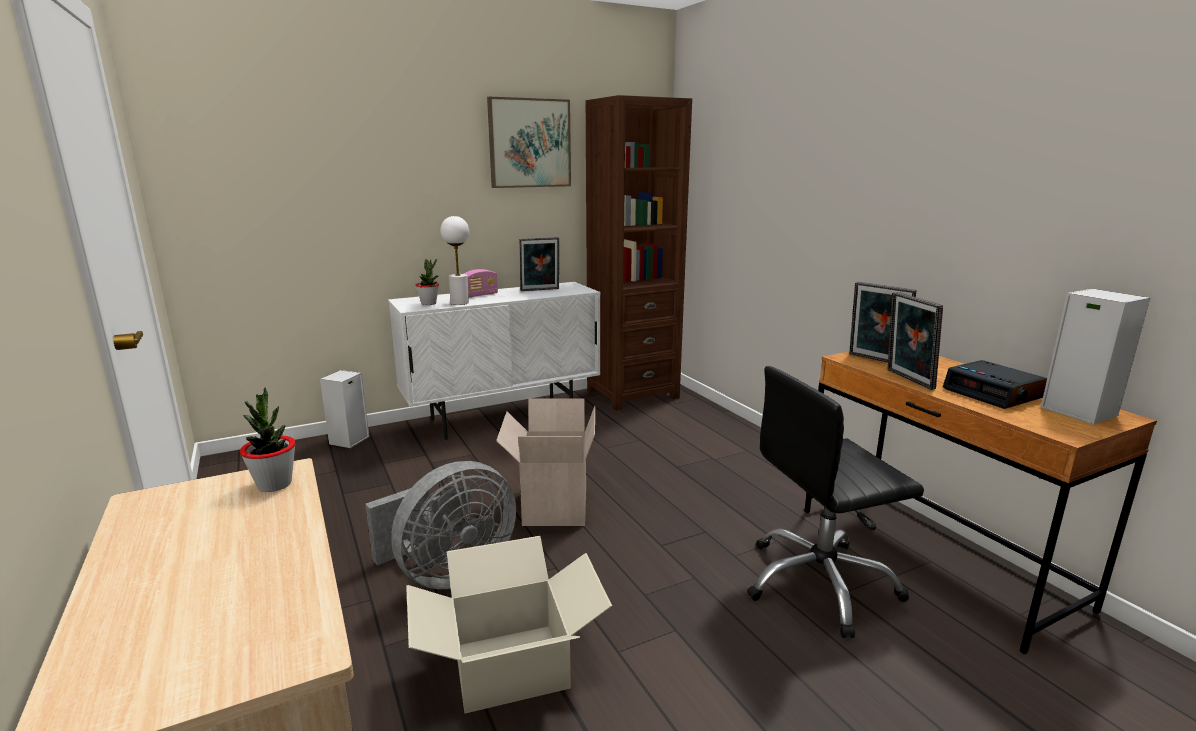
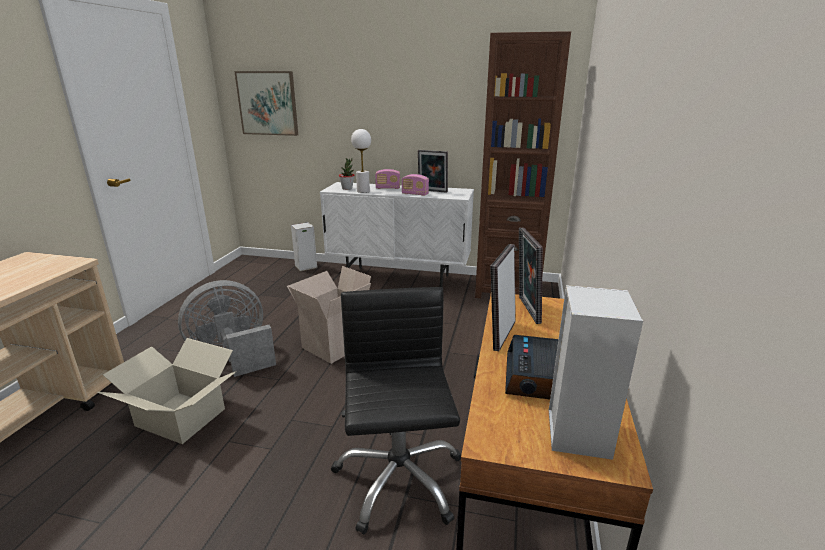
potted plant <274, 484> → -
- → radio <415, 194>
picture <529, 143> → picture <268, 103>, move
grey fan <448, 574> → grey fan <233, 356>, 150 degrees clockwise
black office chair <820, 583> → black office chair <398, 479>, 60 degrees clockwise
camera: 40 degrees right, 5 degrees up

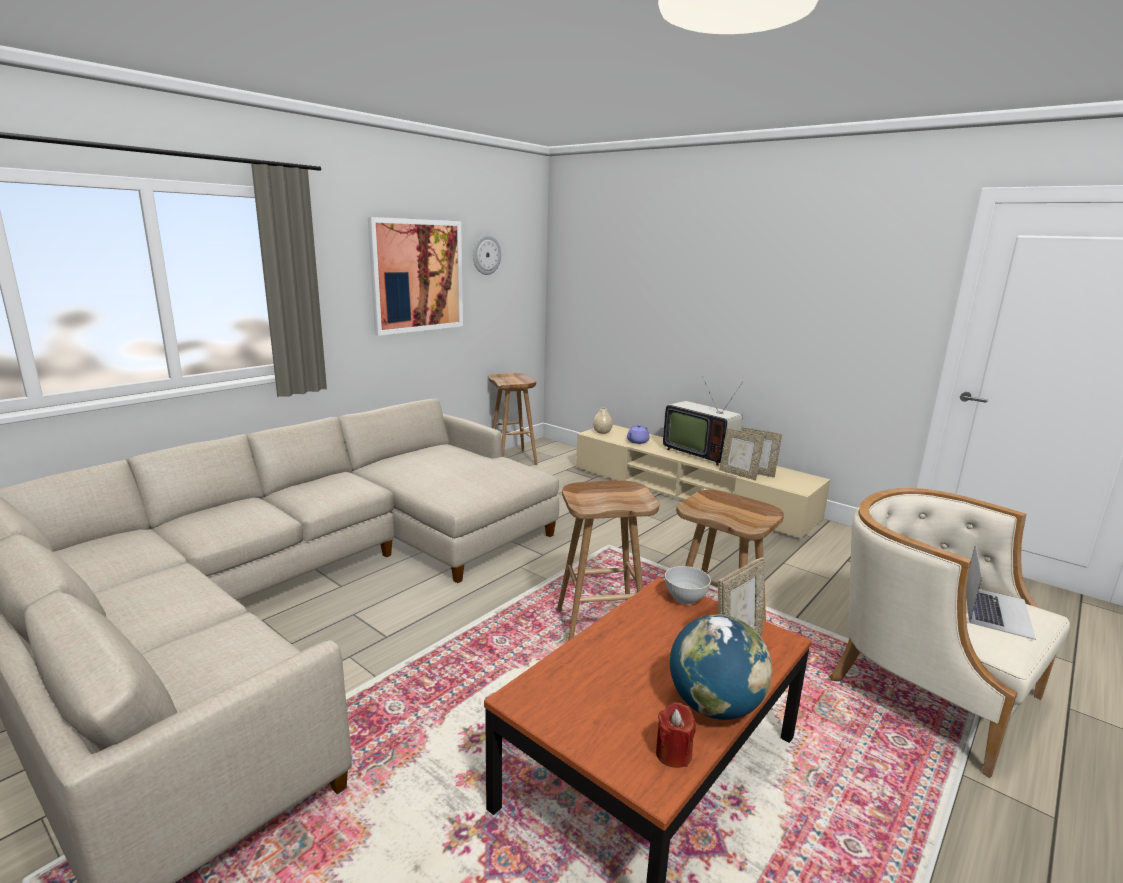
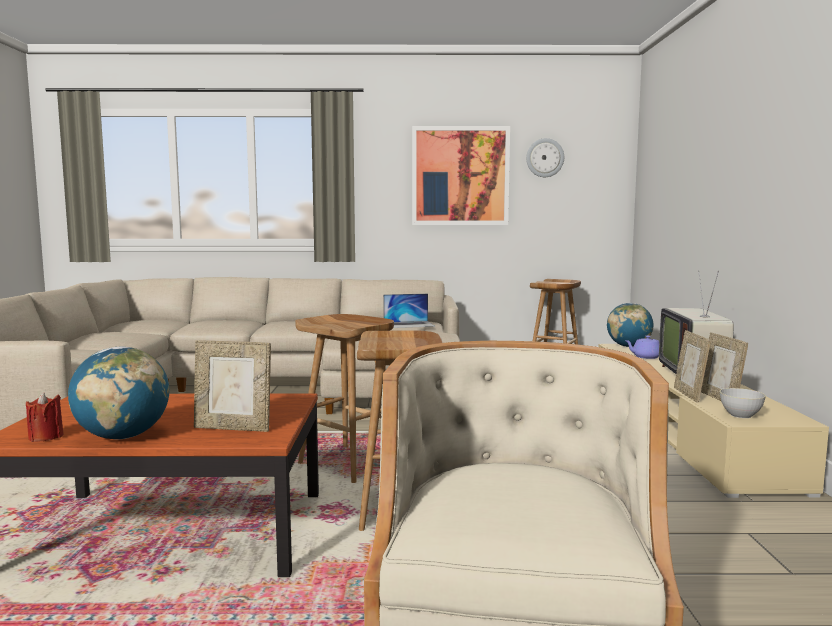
grey bowl <685, 599> → grey bowl <740, 415>, move
laptop <997, 610> → laptop <409, 324>, move
beige vase <602, 432> → globe <628, 346>
camera: 50 degrees right, 10 degrees down

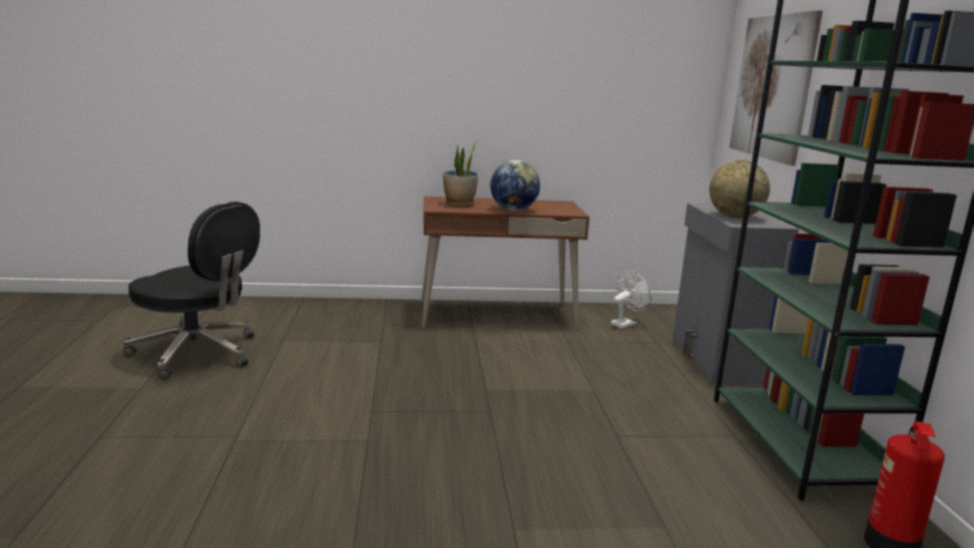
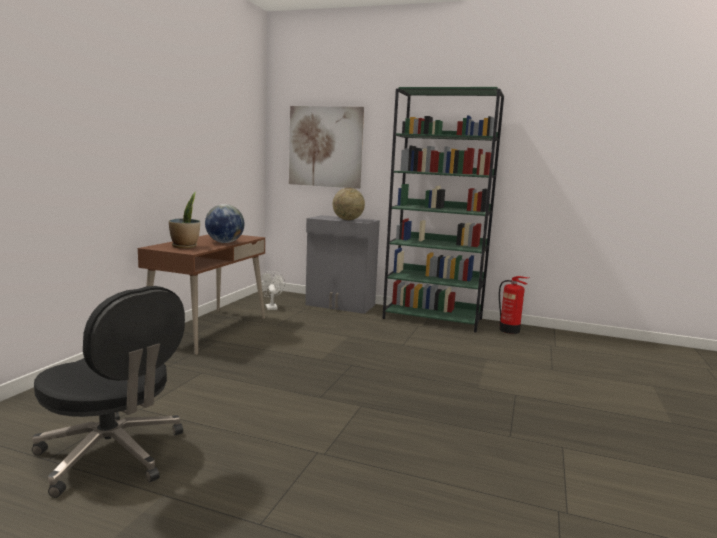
black office chair <198, 353> → black office chair <113, 455>, 75 degrees clockwise
camera: 65 degrees left, 5 degrees down

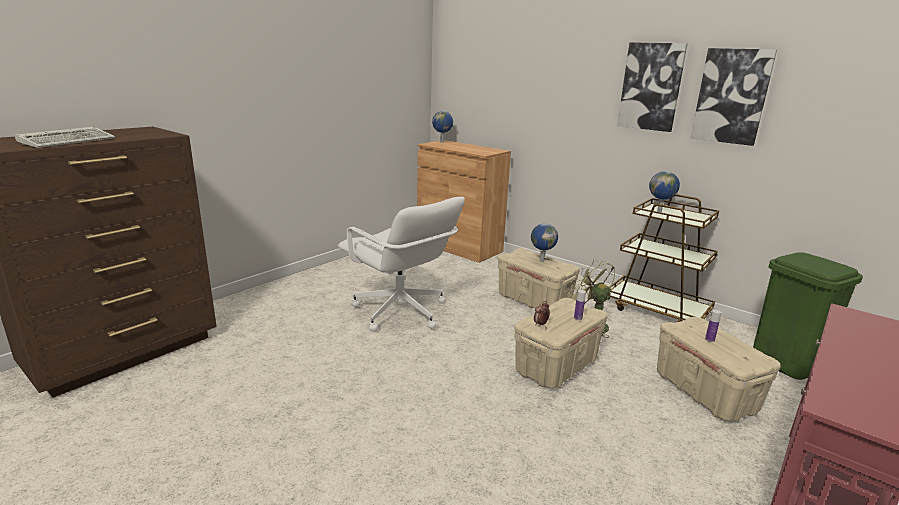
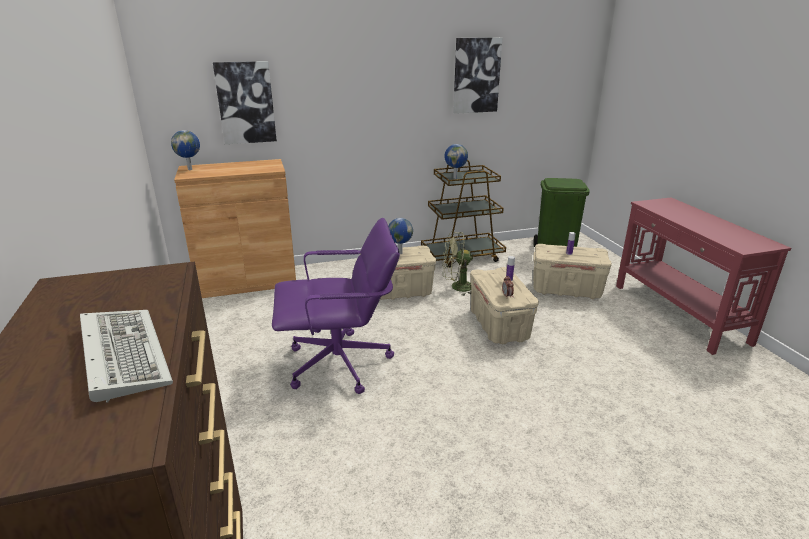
picture <651, 87> → picture <246, 103>, move
white office chair <400, 312> → purple office chair <340, 364>
camera: 55 degrees left, 5 degrees up

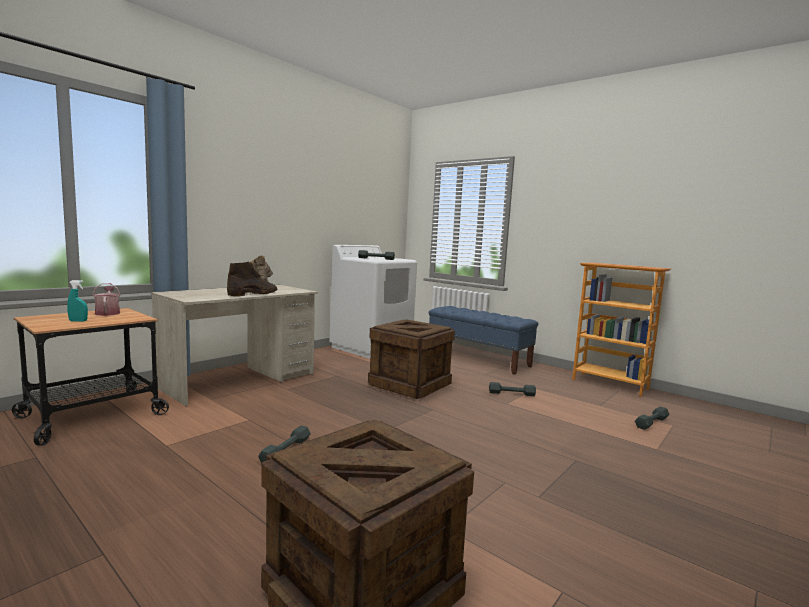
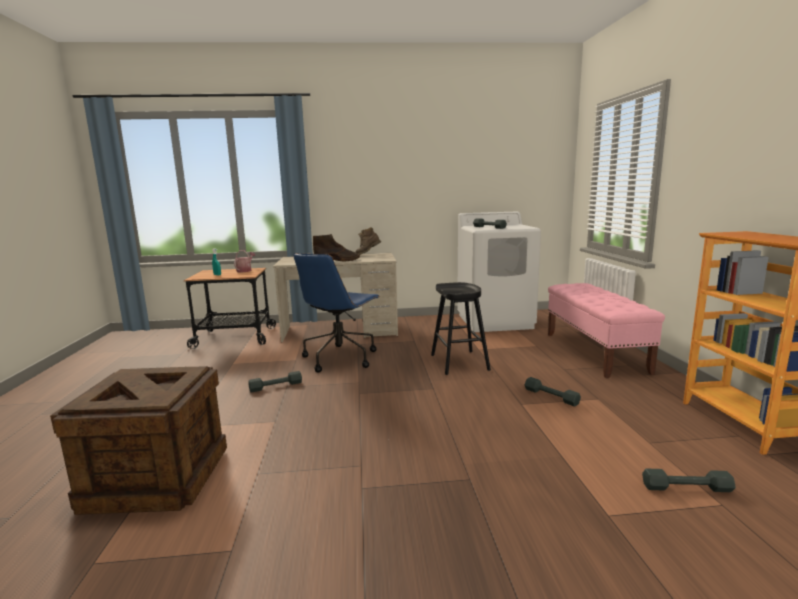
- → blue office chair <340, 358>
crate <410, 385> → black stool <459, 362>
blue bench <478, 359> → pink bench <595, 352>
camera: 45 degrees right, 5 degrees up

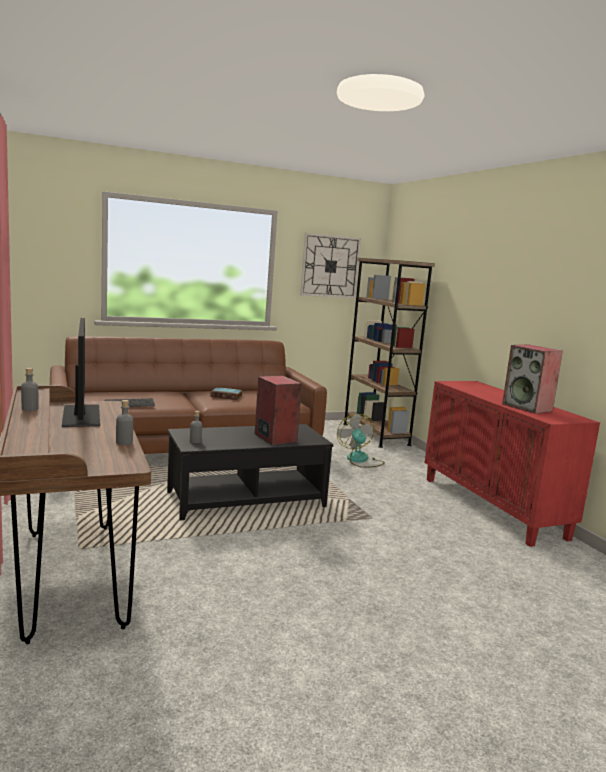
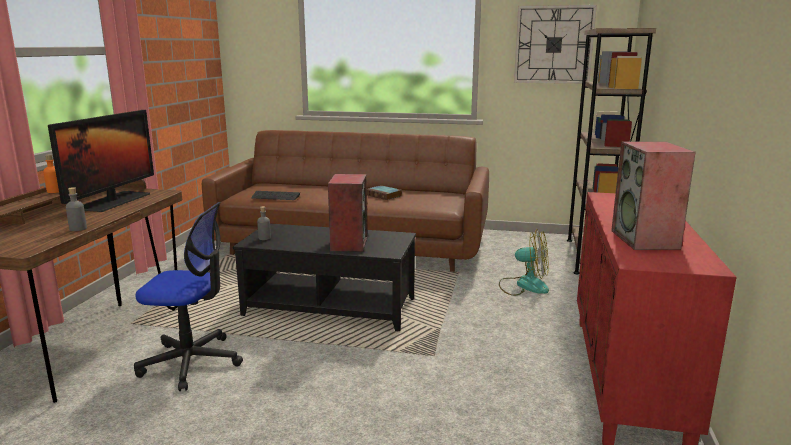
- → office chair <191, 362>
grey bottle <30, 409> → orange bottle <54, 191>
fan <360, 460> → fan <524, 285>, 90 degrees clockwise
camera: 35 degrees right, 5 degrees up

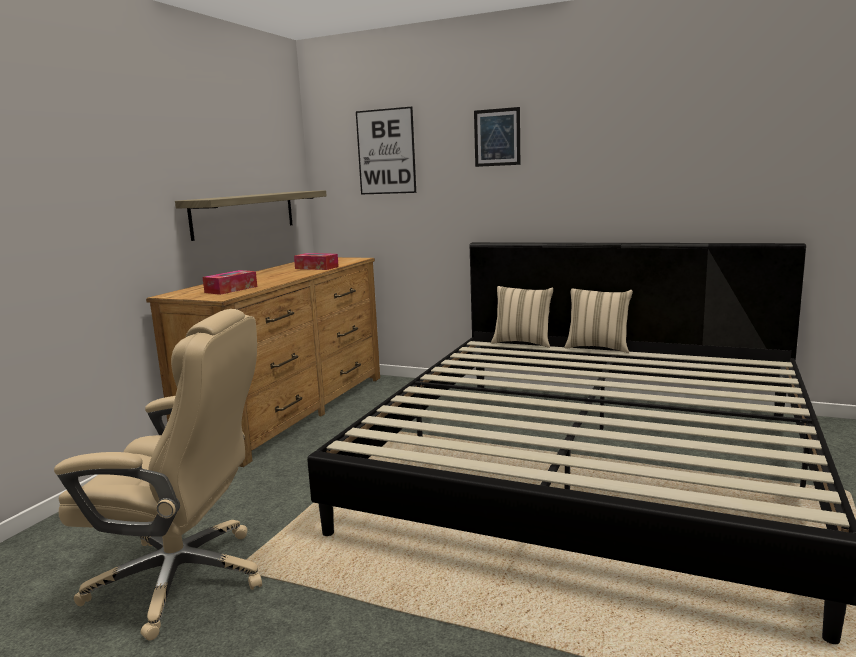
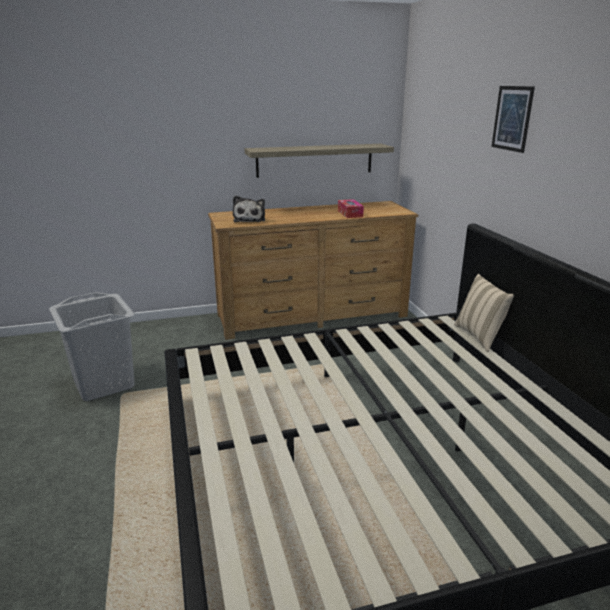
picture <386, 152> → -
beige pillow <598, 347> → -
beige office chair <184, 579> → grey laundry basket <104, 384>
tissue box <231, 289> → plush toy <250, 219>
camera: 50 degrees right, 10 degrees up

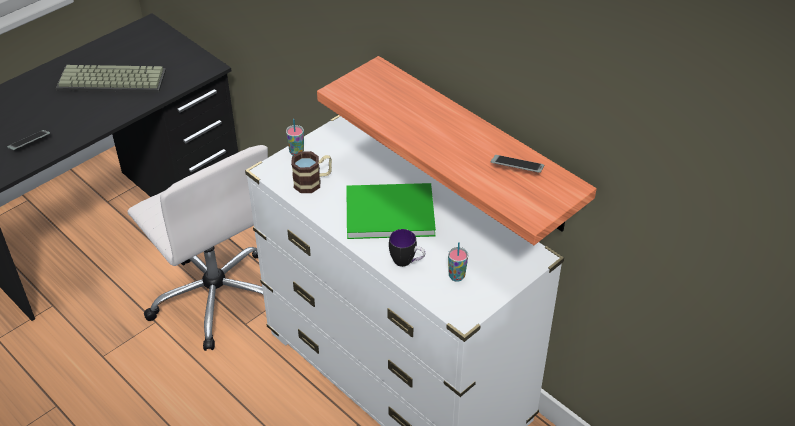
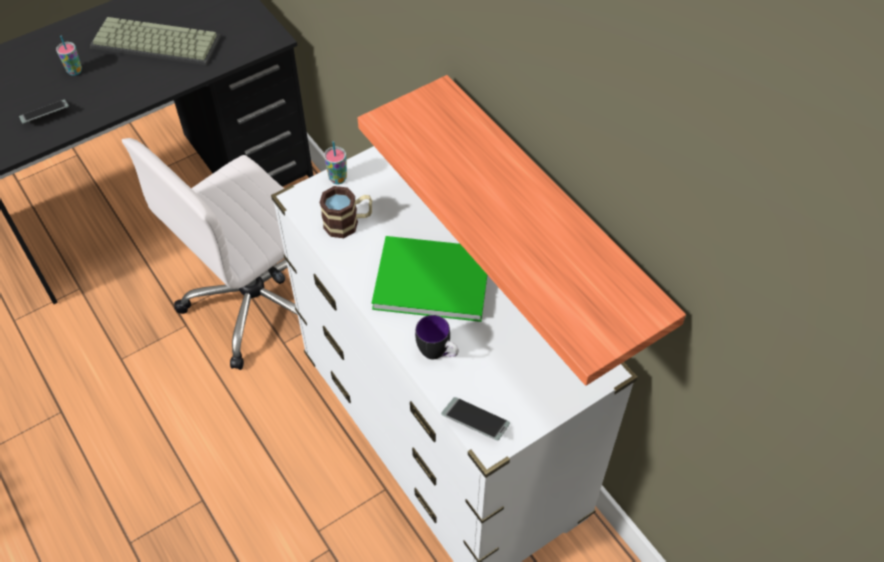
cup <456, 276> → cup <74, 71>, move
phone <517, 168> → phone <475, 422>, move
white office chair <216, 296> → white office chair <258, 303>, 75 degrees clockwise
camera: 10 degrees right, 10 degrees up

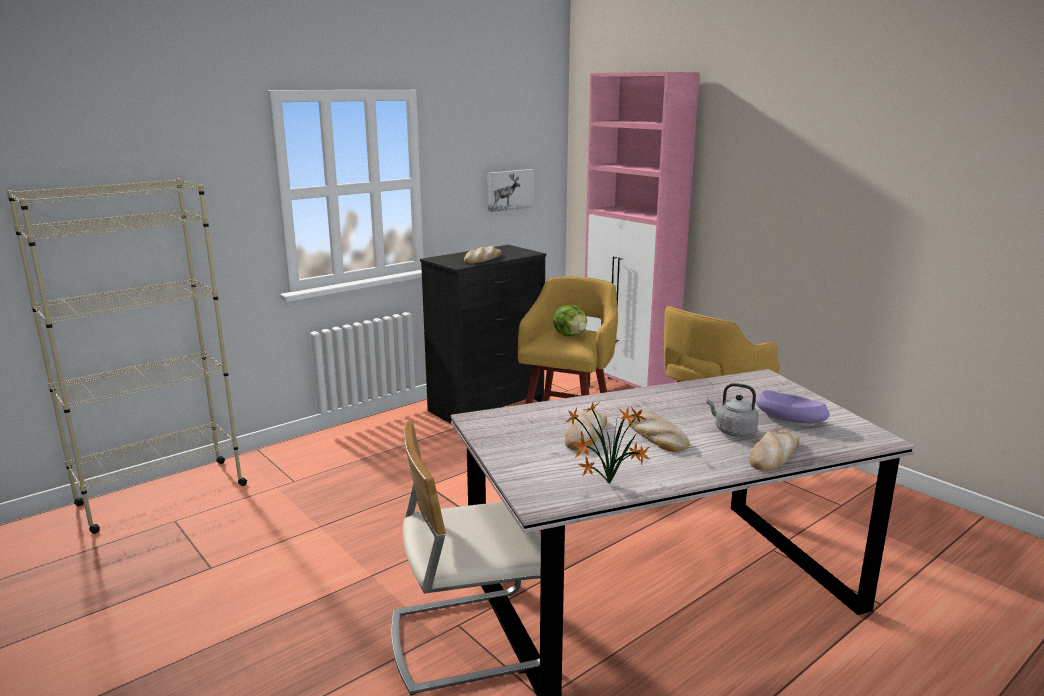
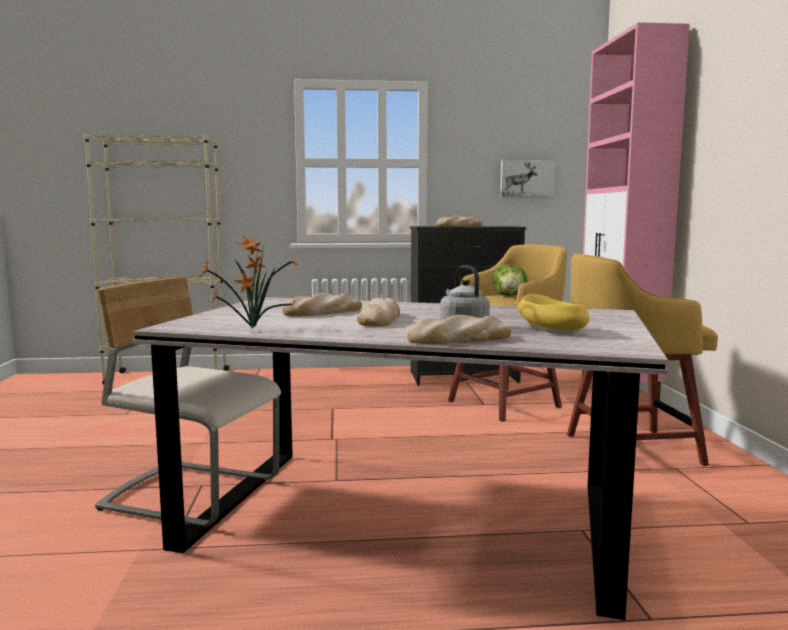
purple bowl <790, 420> → yellow bowl <551, 329>
camera: 35 degrees right, 10 degrees down

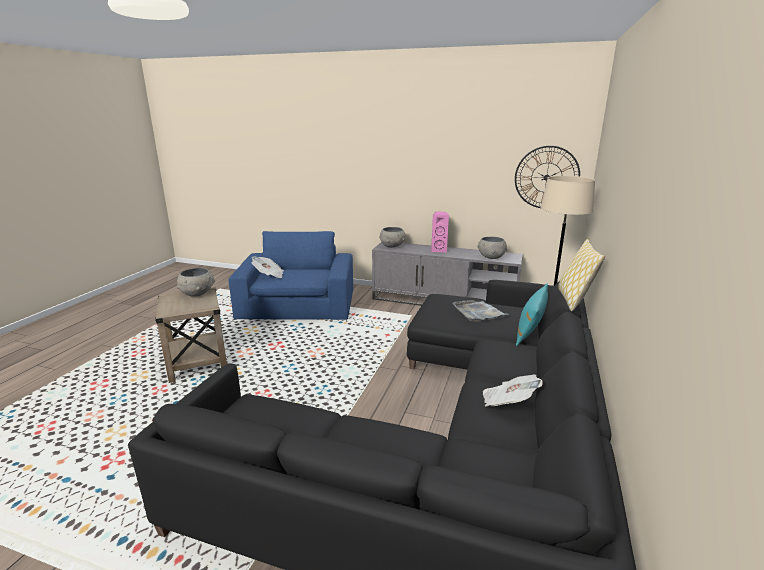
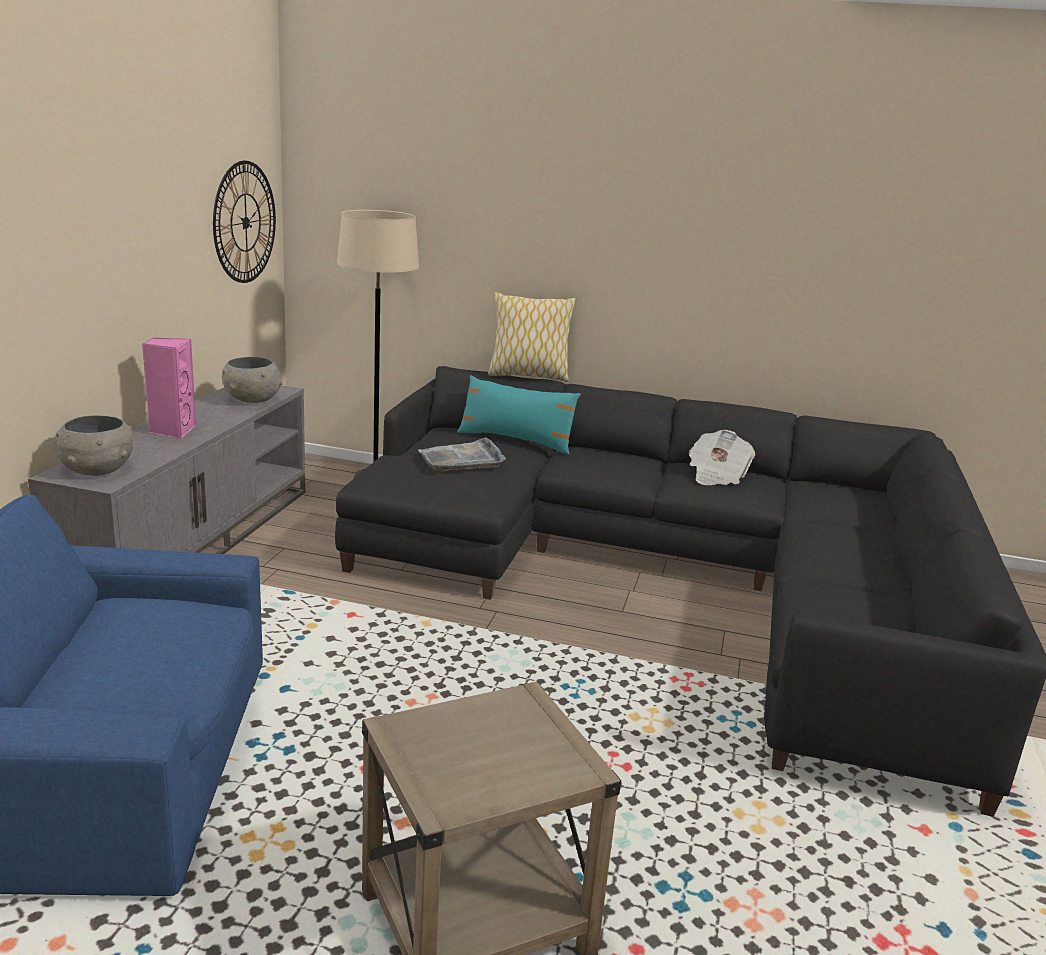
grey bowl <197, 293> → -
newspaper <269, 275> → -
camera: 95 degrees left, 0 degrees up

